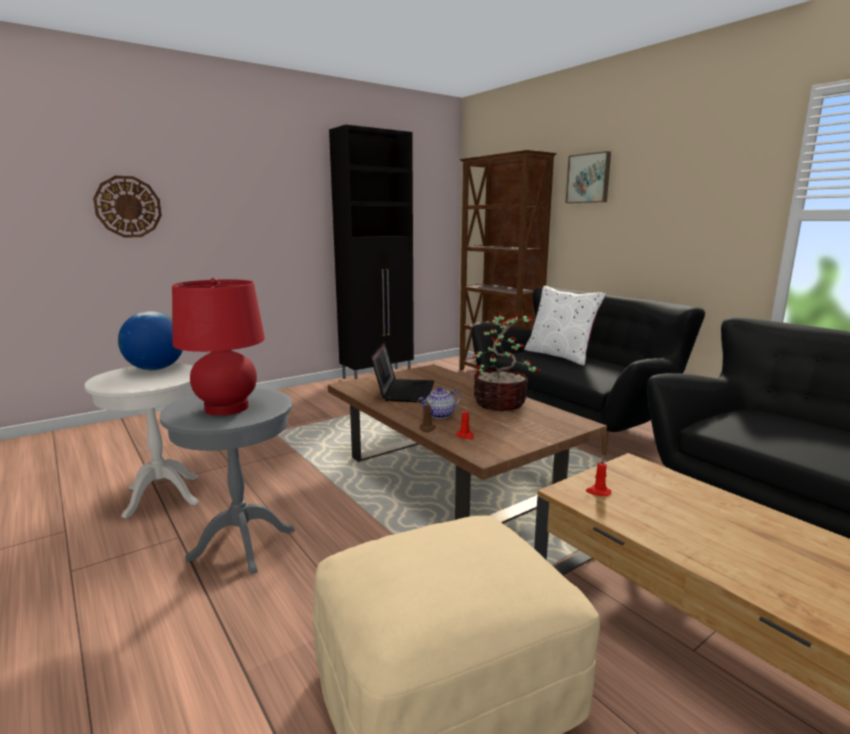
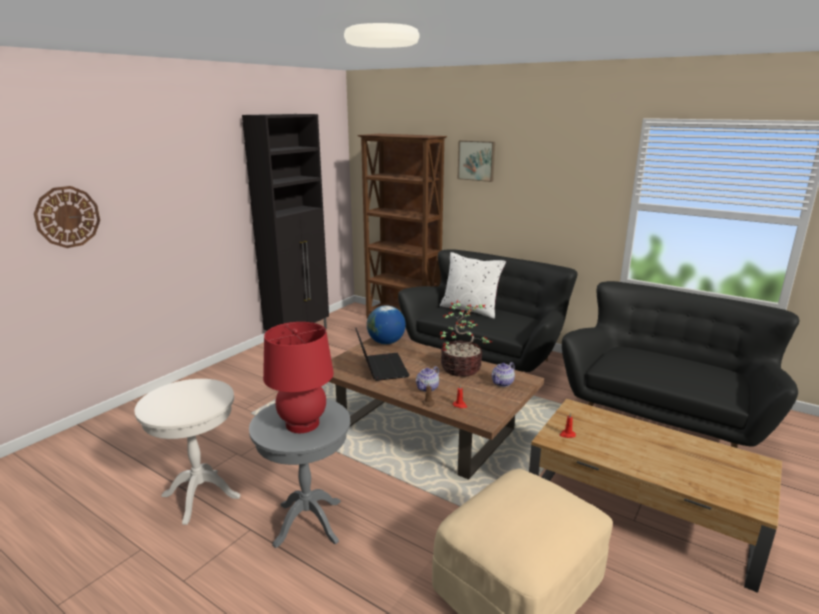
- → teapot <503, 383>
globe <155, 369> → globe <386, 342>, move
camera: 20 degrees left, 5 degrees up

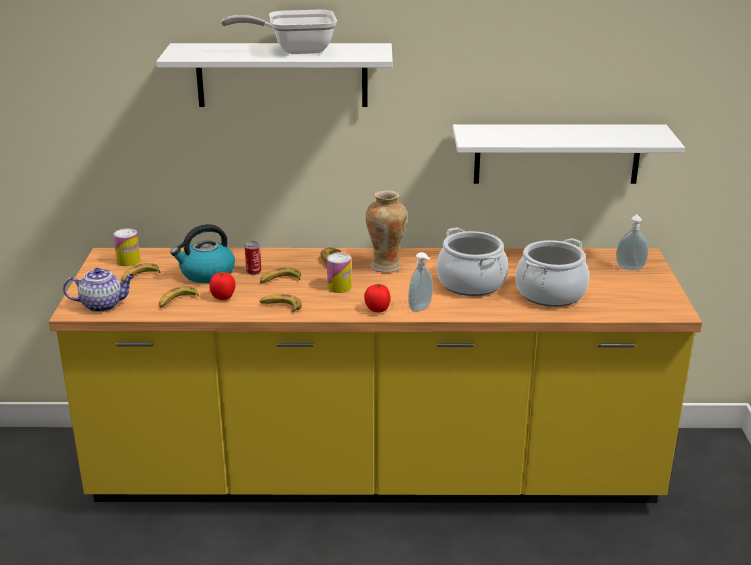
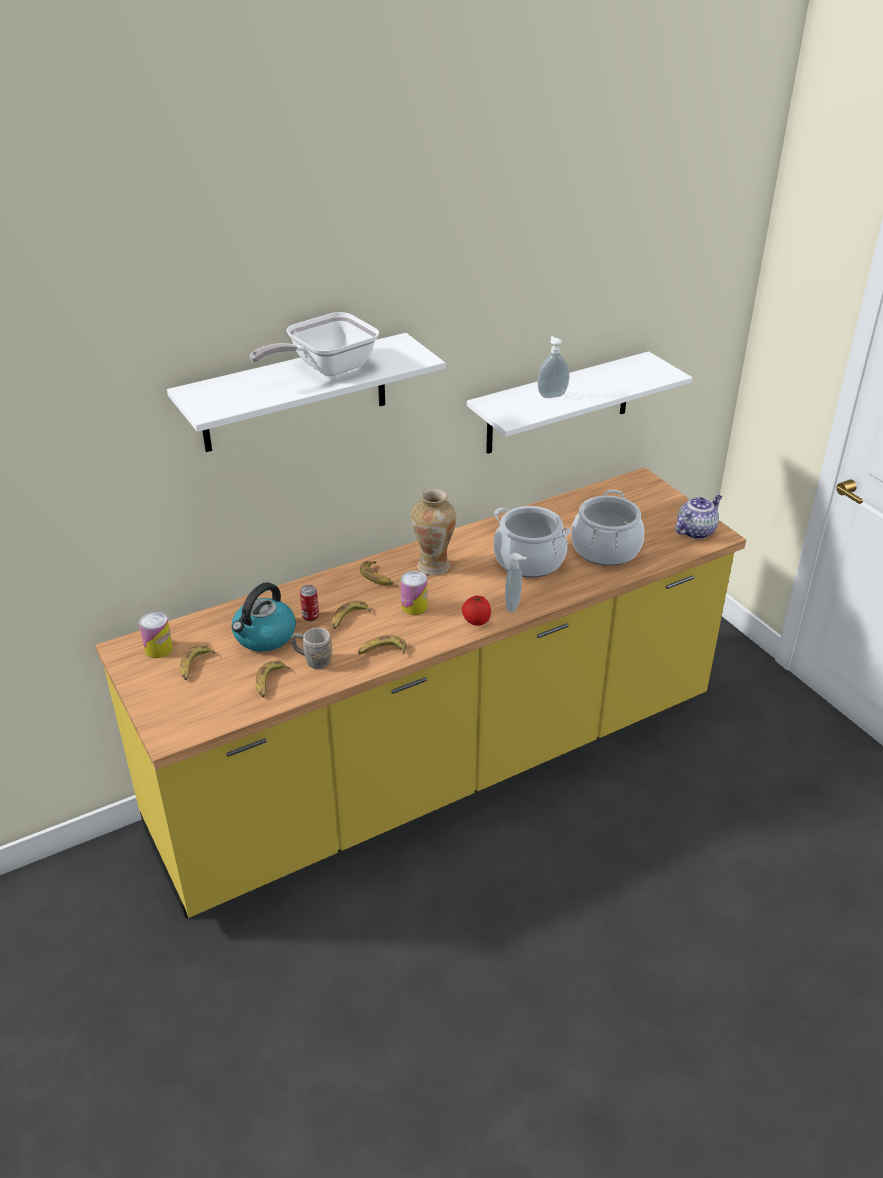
teapot <103, 305> → teapot <696, 531>, move
soap dispenser <630, 268> → soap dispenser <551, 395>, move
tomato <223, 297> → grey mug <313, 660>
camera: 30 degrees left, 10 degrees up

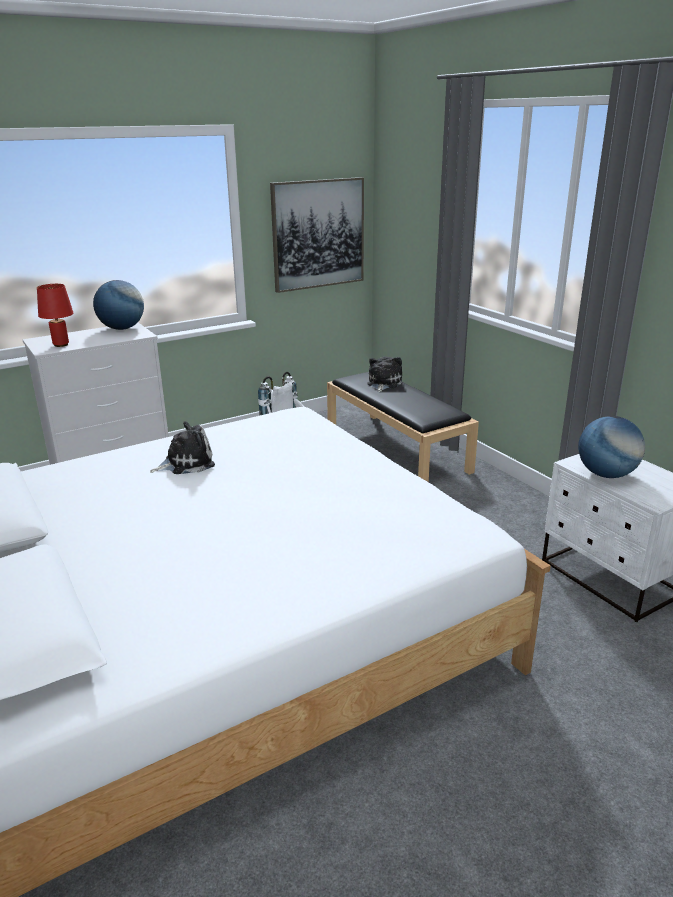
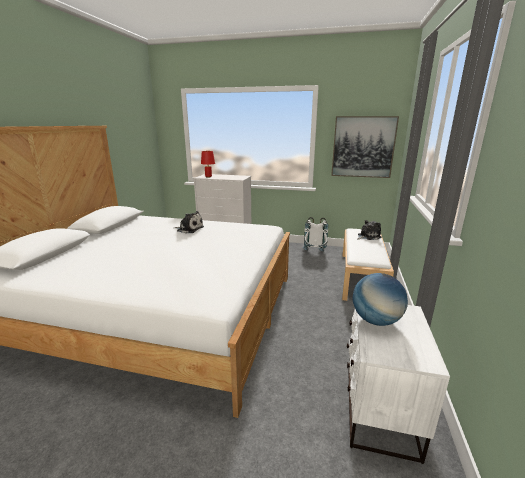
globe <122, 328> → -
black bench <397, 449> → white bench <362, 276>
camera: 45 degrees right, 5 degrees down

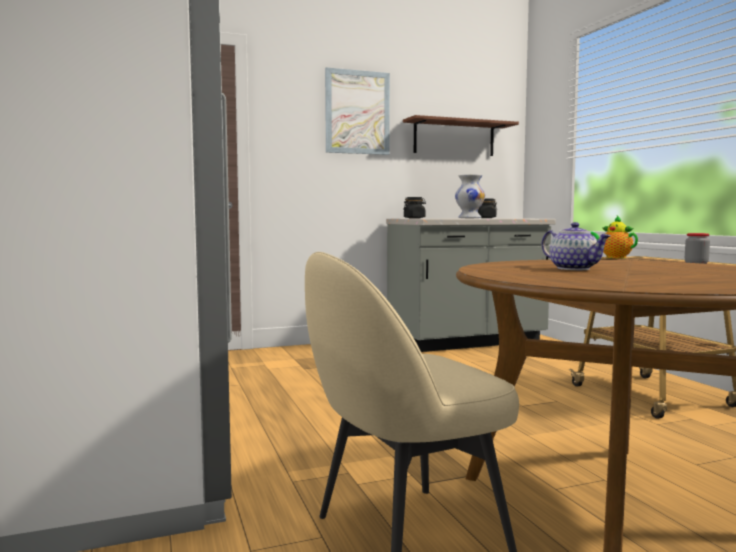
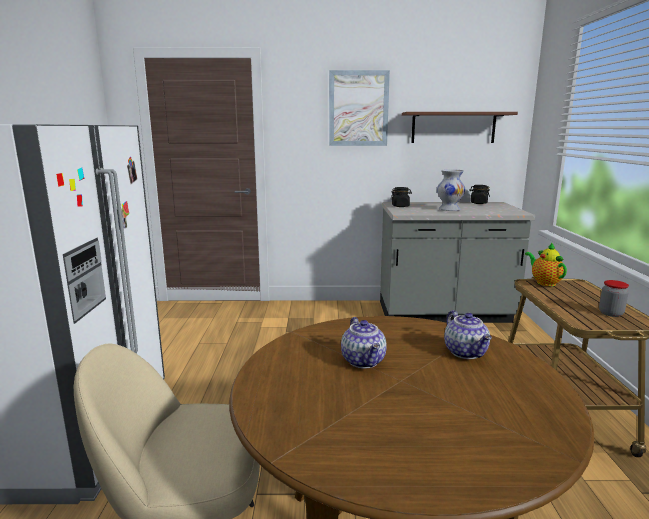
- → teapot <466, 352>
camera: 20 degrees right, 10 degrees up

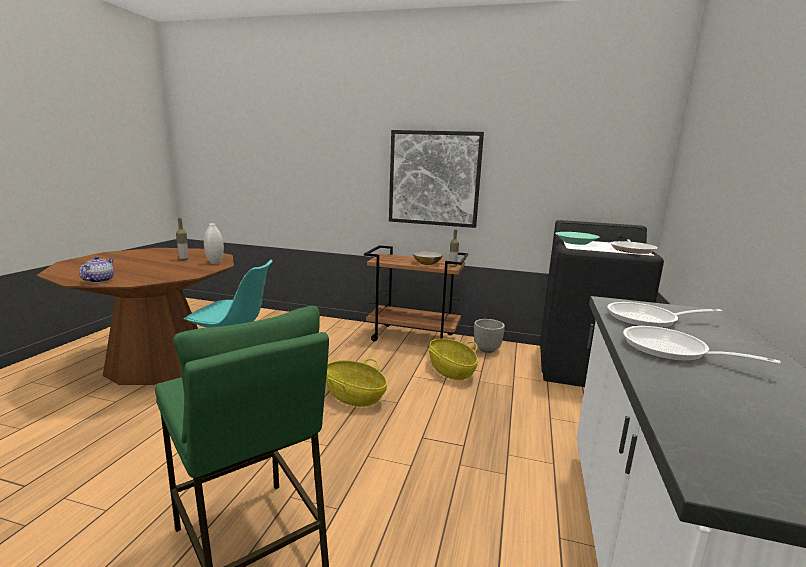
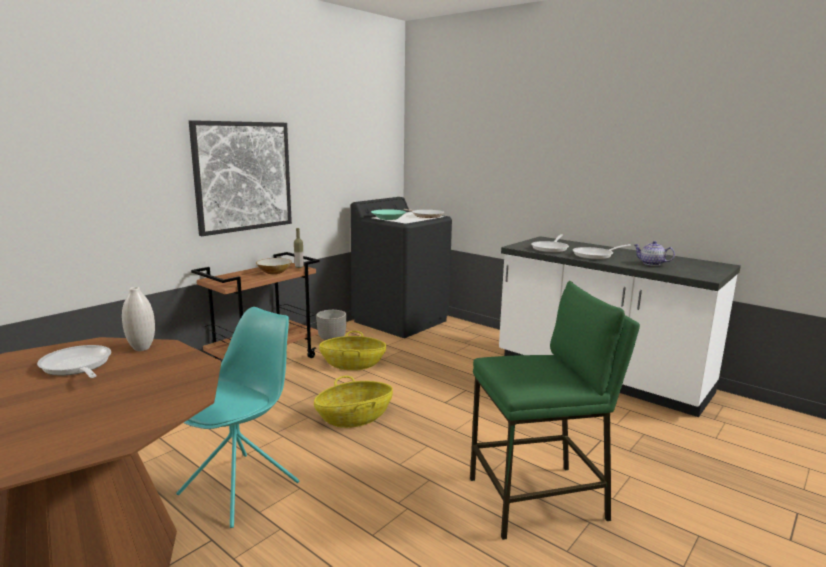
teapot <99, 280> → teapot <652, 264>, move
bottle <183, 259> → frying pan <77, 367>
camera: 65 degrees left, 0 degrees up

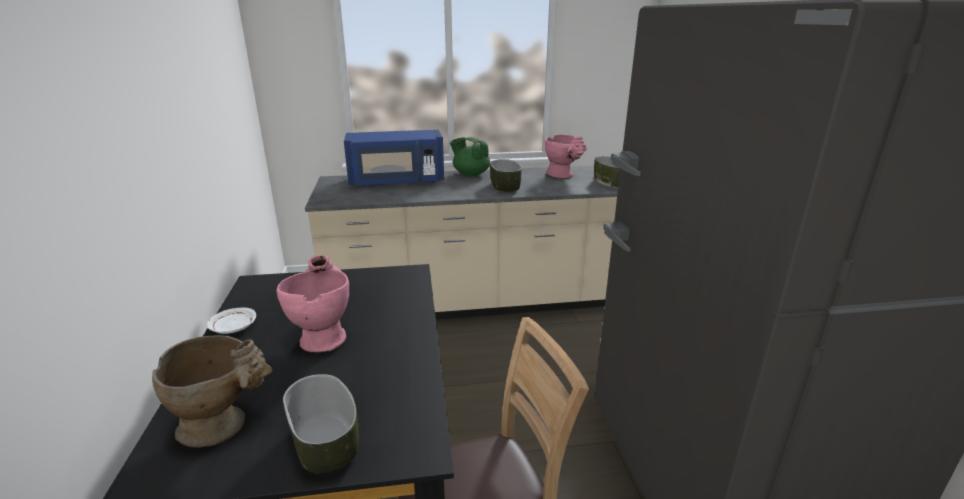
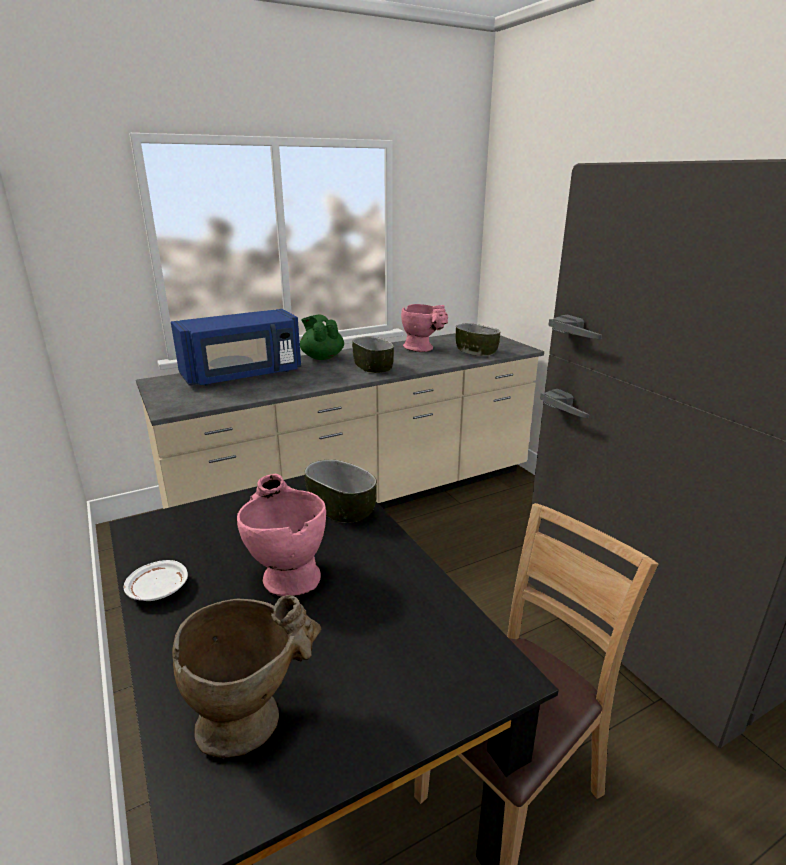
bowl <325, 444> → bowl <341, 509>, move
green teapot <470, 174> → green teapot <322, 357>, 45 degrees clockwise
camera: 20 degrees left, 0 degrees up

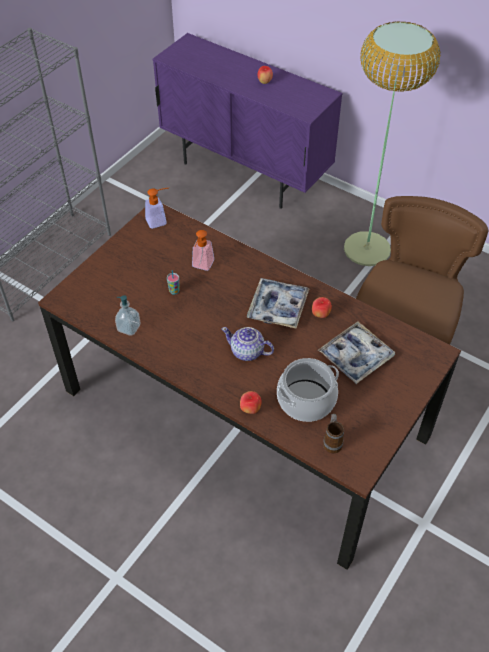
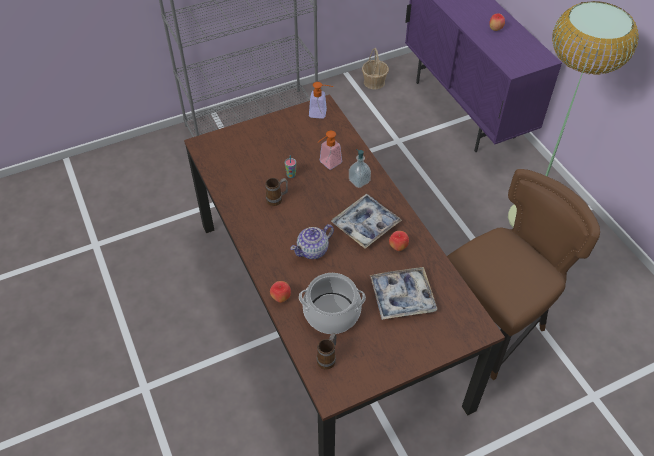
- → mug <277, 199>
- → basket <374, 82>
soap dispenser <129, 328> → soap dispenser <359, 181>, move
teapot <247, 352> → teapot <313, 250>, 90 degrees counterclockwise
camera: 30 degrees right, 0 degrees up

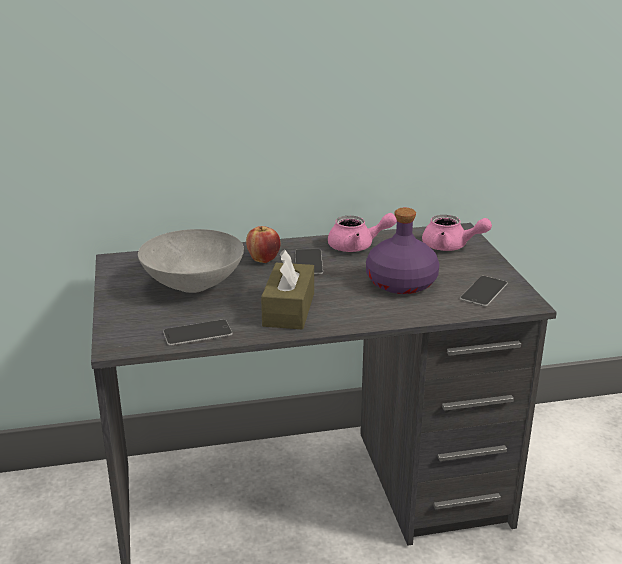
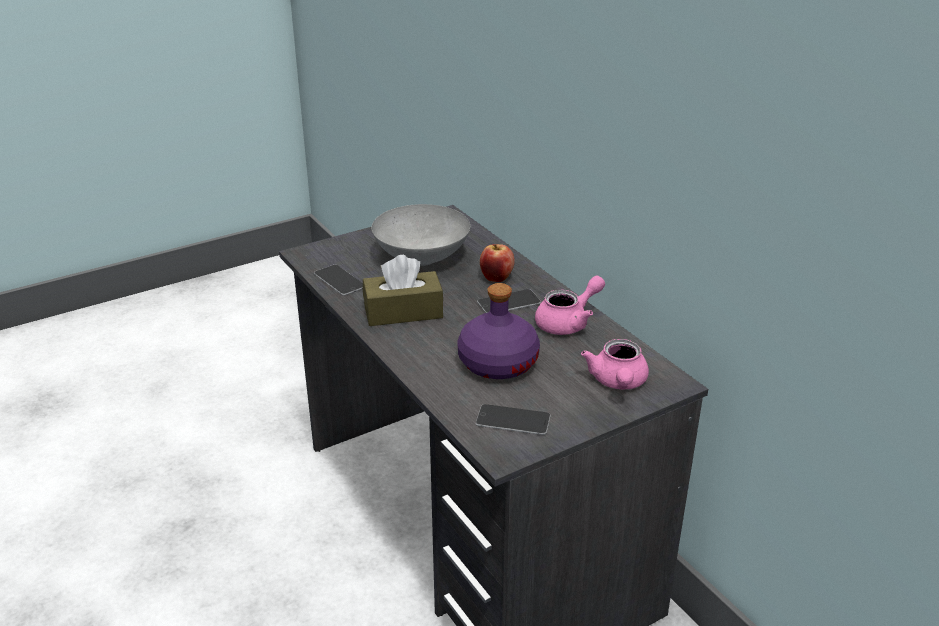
pink teapot <357, 246> → pink teapot <568, 322>, 105 degrees counterclockwise
camera: 70 degrees right, 5 degrees up

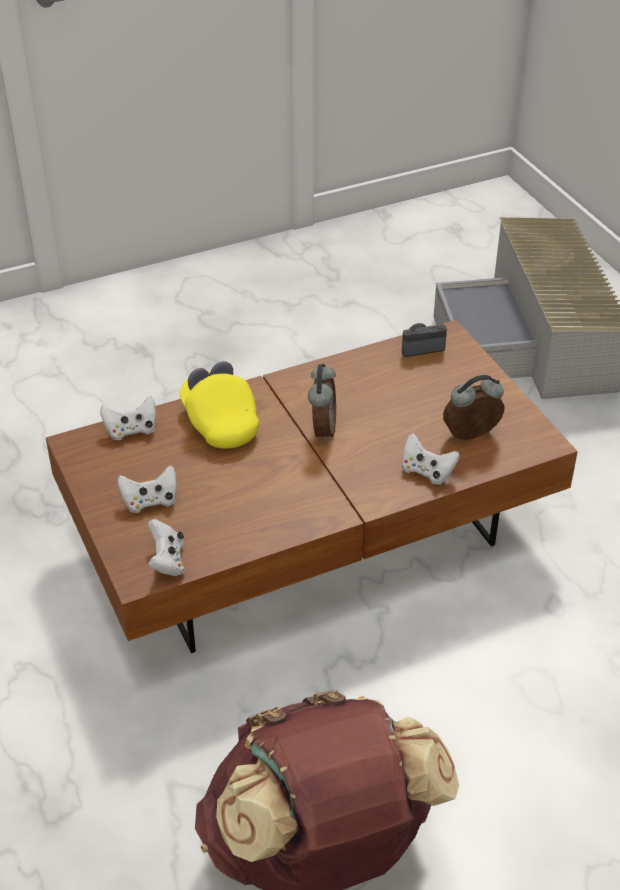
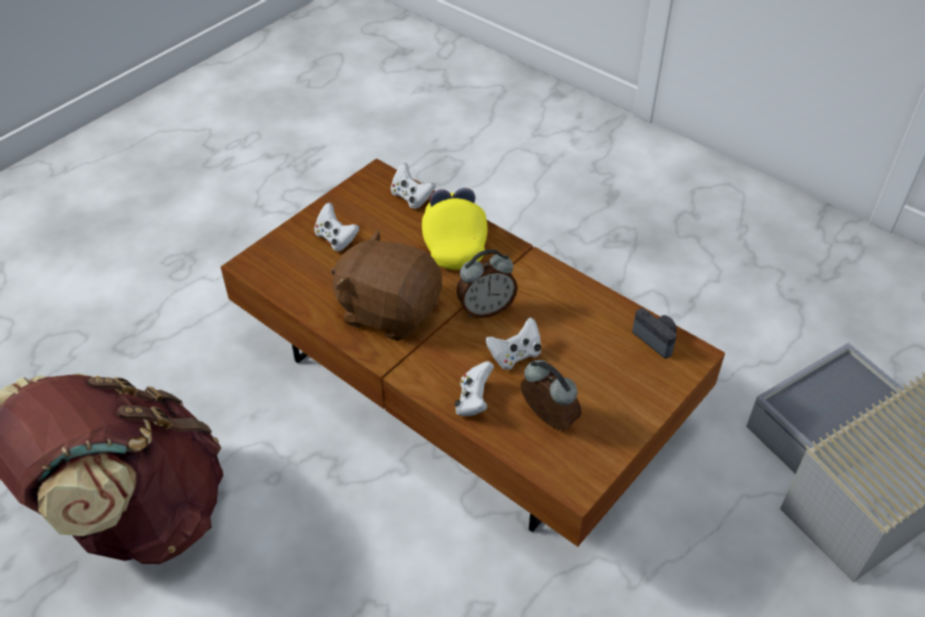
- → brown plush toy <389, 310>
white game controller <167, 561> → white game controller <515, 355>, move
yellow cap <219, 422> → yellow cap <454, 242>, 45 degrees counterclockwise
camera: 65 degrees right, 5 degrees up

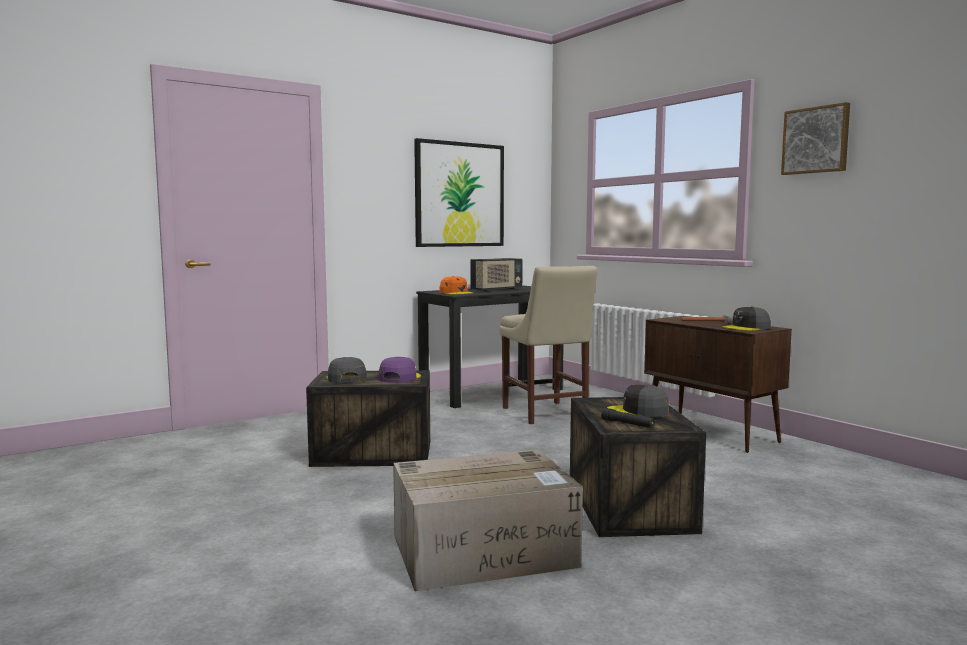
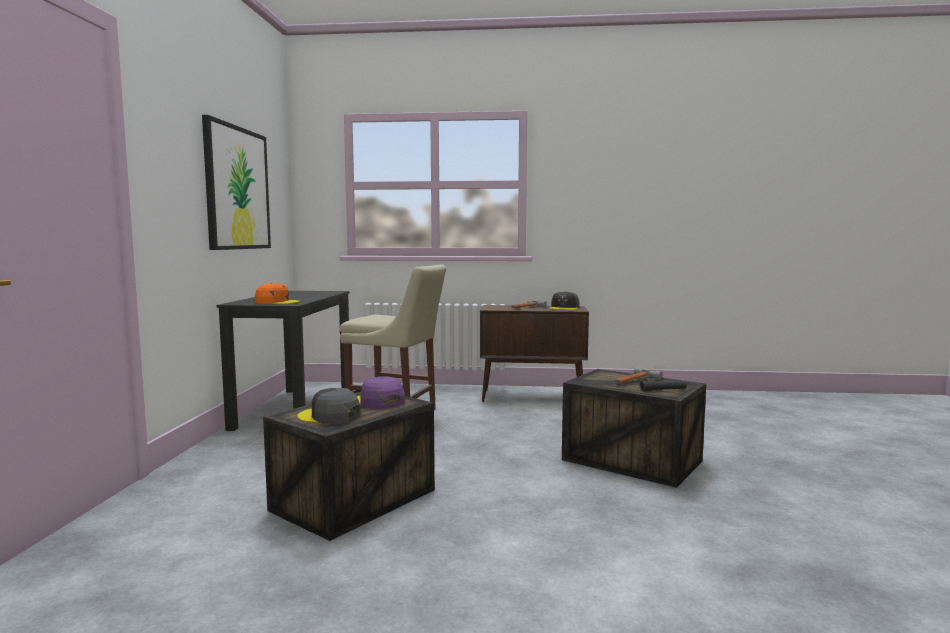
cardboard box <485, 551> → -
radio <496, 289> → -
picture <816, 140> → -
grey cap <638, 412> → hammer <634, 381>
camera: 50 degrees left, 0 degrees up

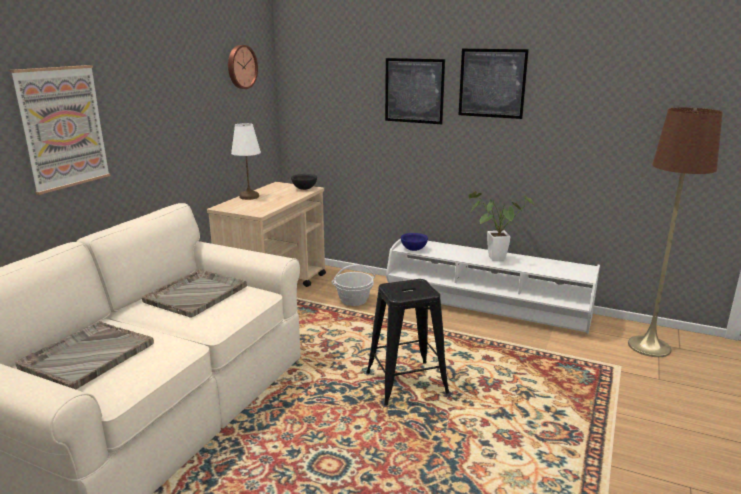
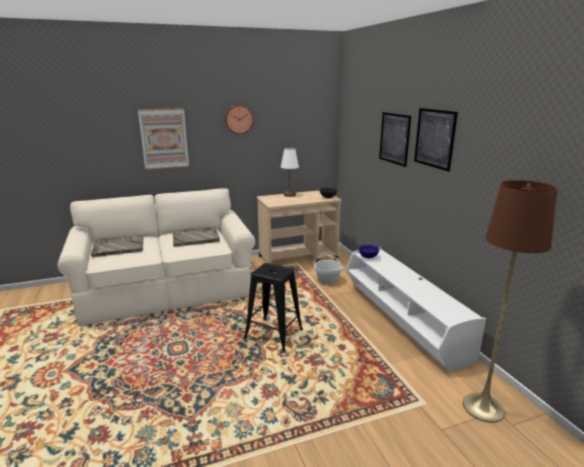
potted plant <492, 258> → -
wall clock <241, 67> → wall clock <238, 119>, move
camera: 45 degrees right, 0 degrees up

